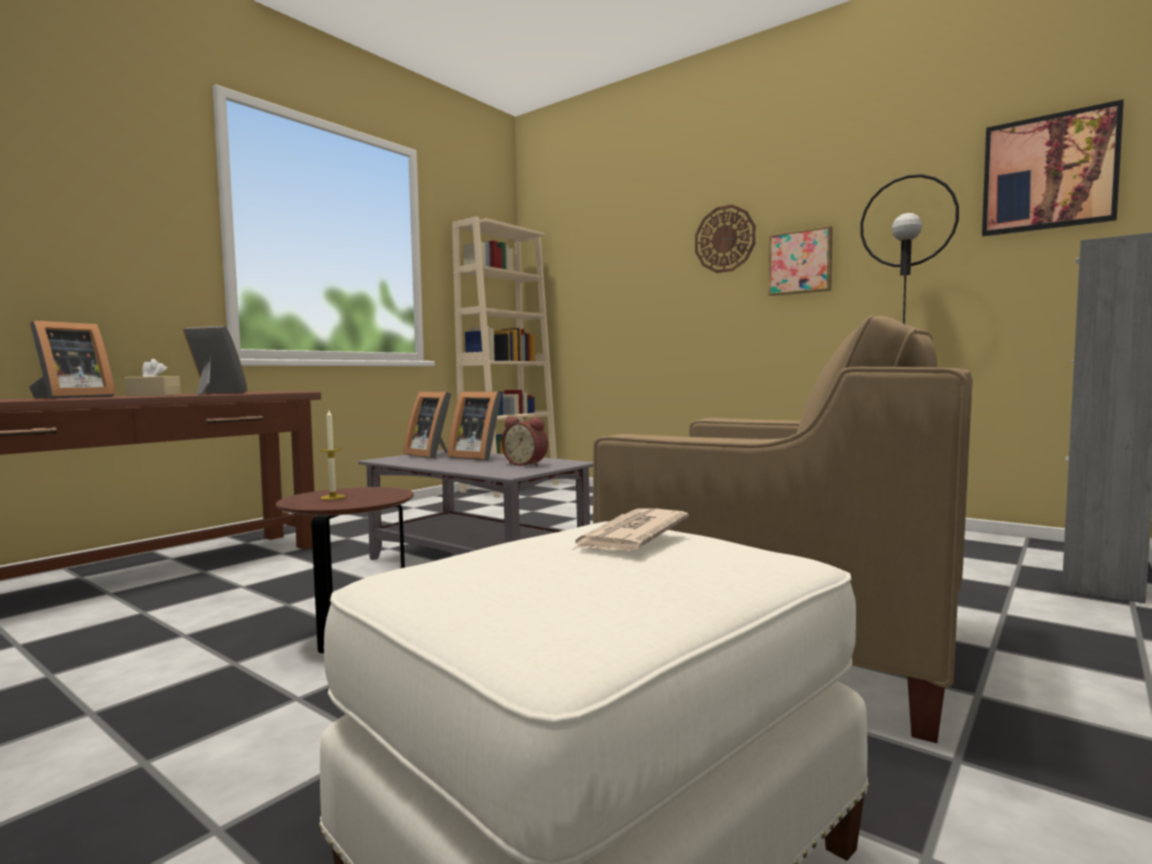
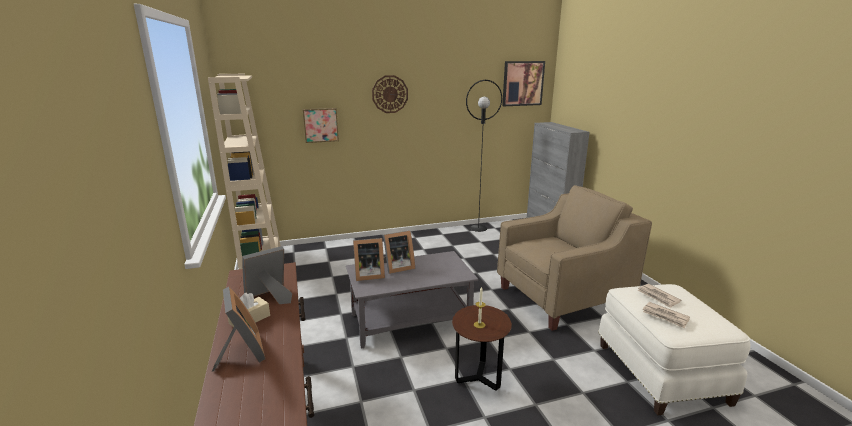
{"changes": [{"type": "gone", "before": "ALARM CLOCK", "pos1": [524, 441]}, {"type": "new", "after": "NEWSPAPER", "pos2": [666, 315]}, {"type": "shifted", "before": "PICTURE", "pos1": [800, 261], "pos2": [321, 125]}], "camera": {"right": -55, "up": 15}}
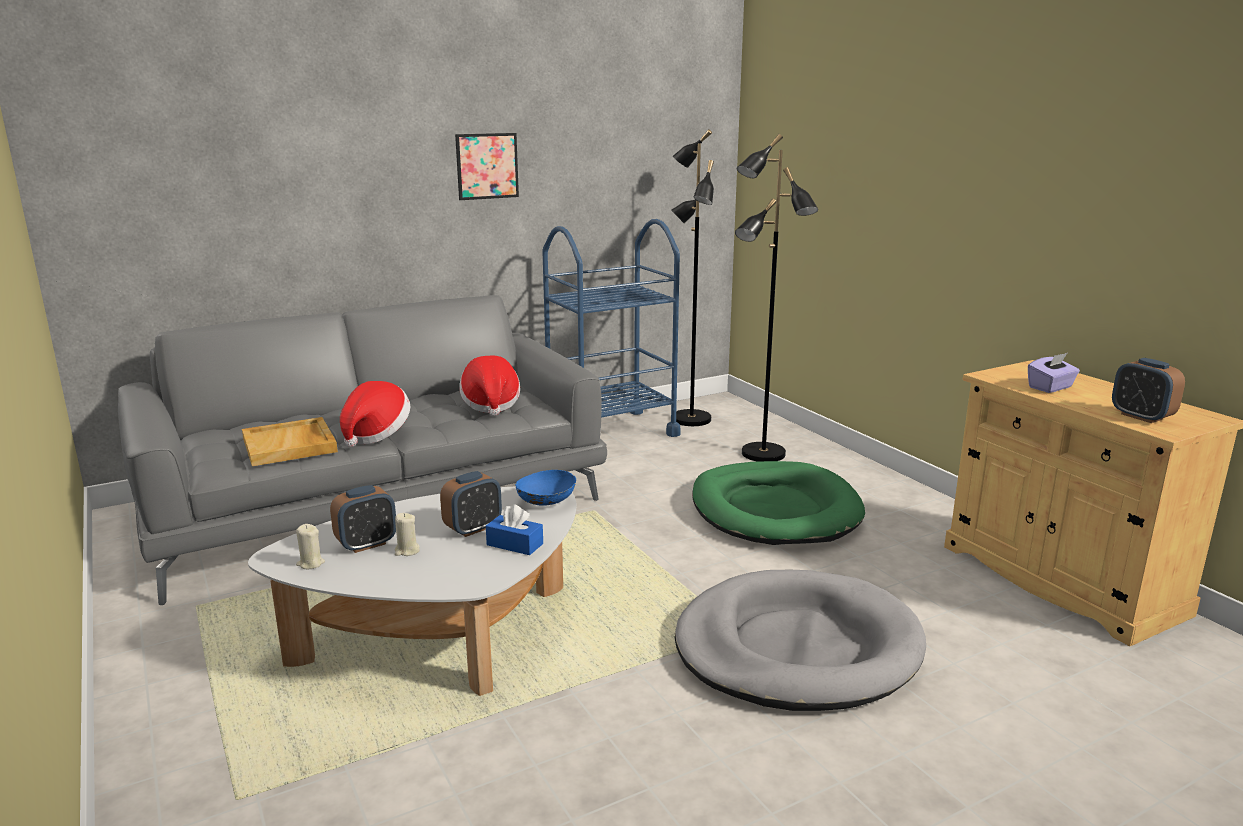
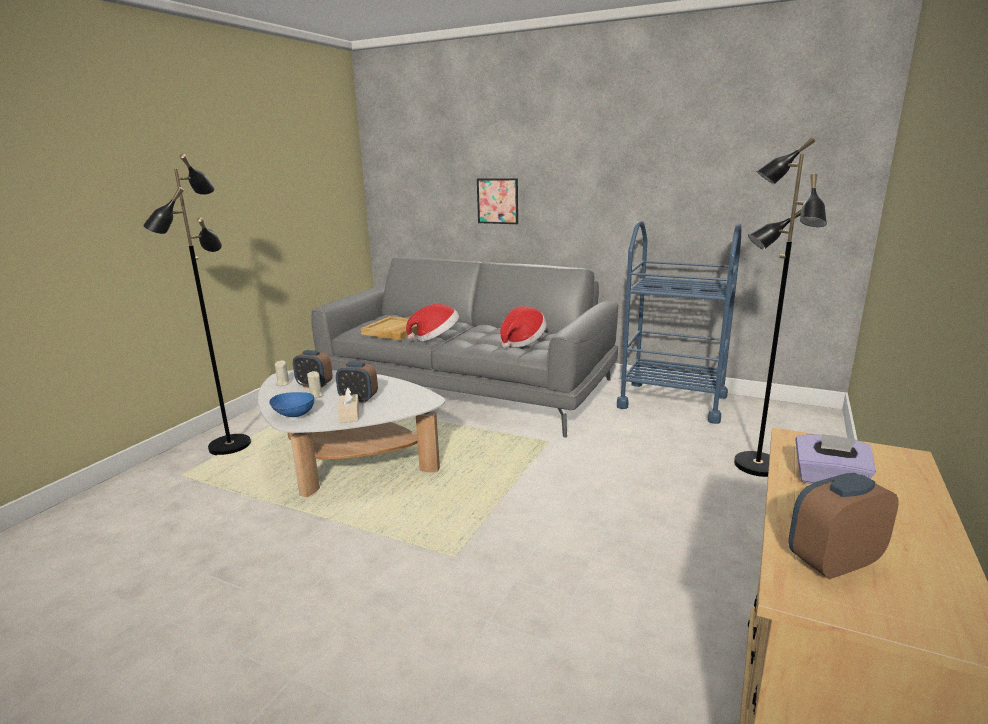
{"changes": [{"type": "gone", "before": "GREY DOG BED", "pos1": [800, 640]}, {"type": "gone", "before": "GREEN DOG BED", "pos1": [778, 503]}, {"type": "shifted", "before": "PICTURE", "pos1": [487, 166], "pos2": [497, 201]}, {"type": "shifted", "before": "BLUE BOWL", "pos1": [545, 488], "pos2": [291, 404]}, {"type": "shifted", "before": "BLACK FLOOR LAMP", "pos1": [692, 277], "pos2": [197, 304]}, {"type": "repainted", "before": "BLUE TISSUE BOX", "after": "BEIGE TISSUE BOX", "pos1": [514, 529], "pos2": [348, 405]}, {"type": "rotated", "before": "ALARM CLOCK", "pos1": [1148, 390], "pos2": [844, 526], "turn": 45}], "camera": {"right": 55, "up": 0}}
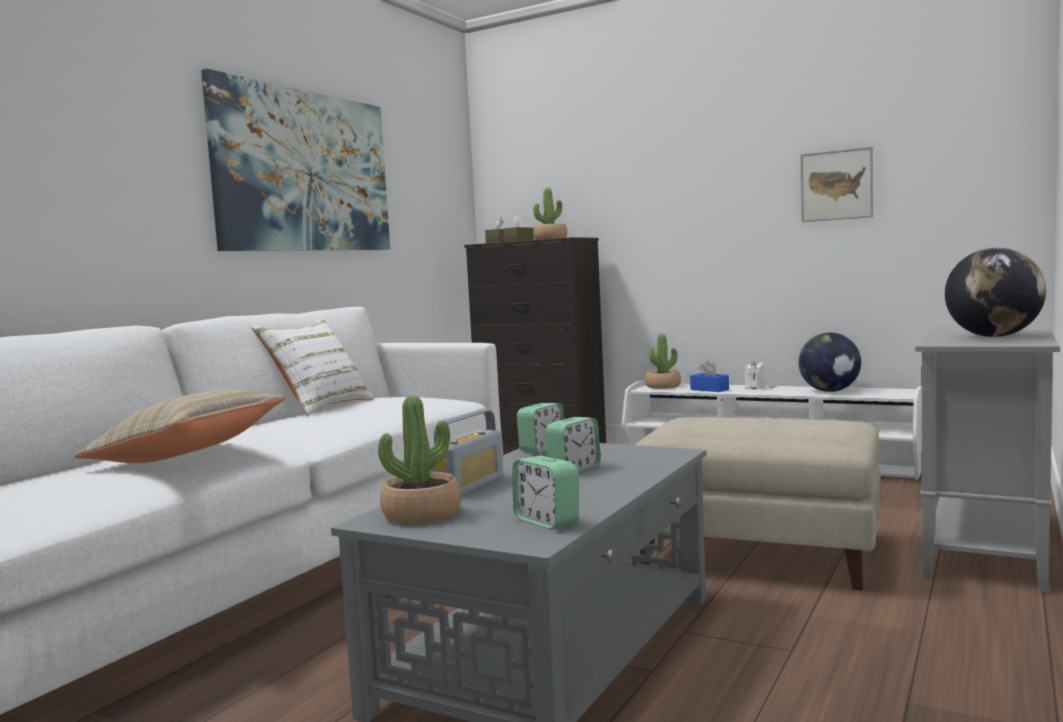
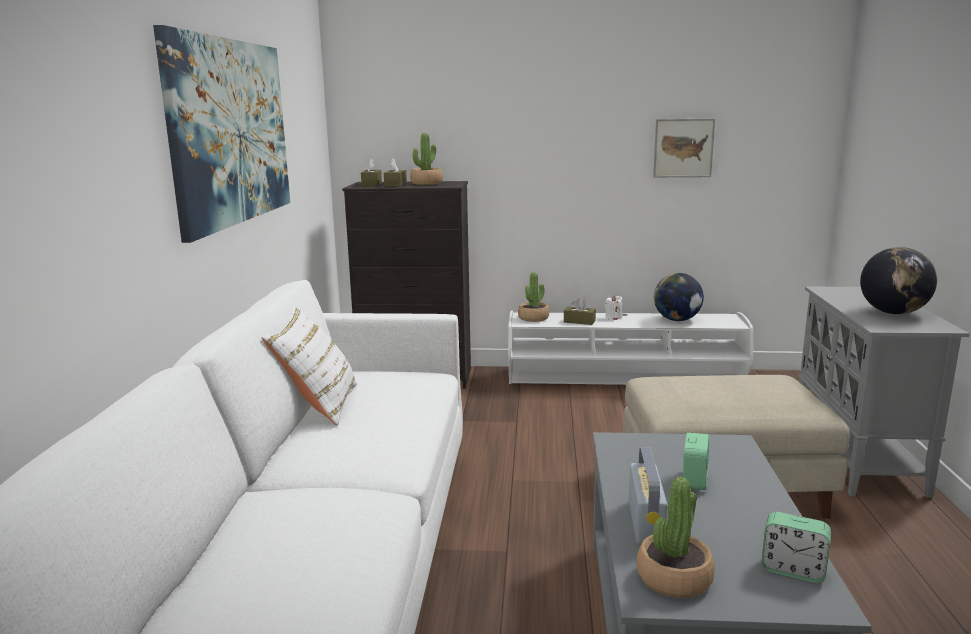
{"changes": [{"type": "gone", "before": "BEIGE PILLOW", "pos1": [180, 426]}, {"type": "gone", "before": "ALARM CLOCK", "pos1": [540, 428]}, {"type": "repainted", "before": "BLUE TISSUE BOX", "after": "BROWN TISSUE BOX", "pos1": [709, 376], "pos2": [580, 311]}], "camera": {"right": -25, "up": 10}}
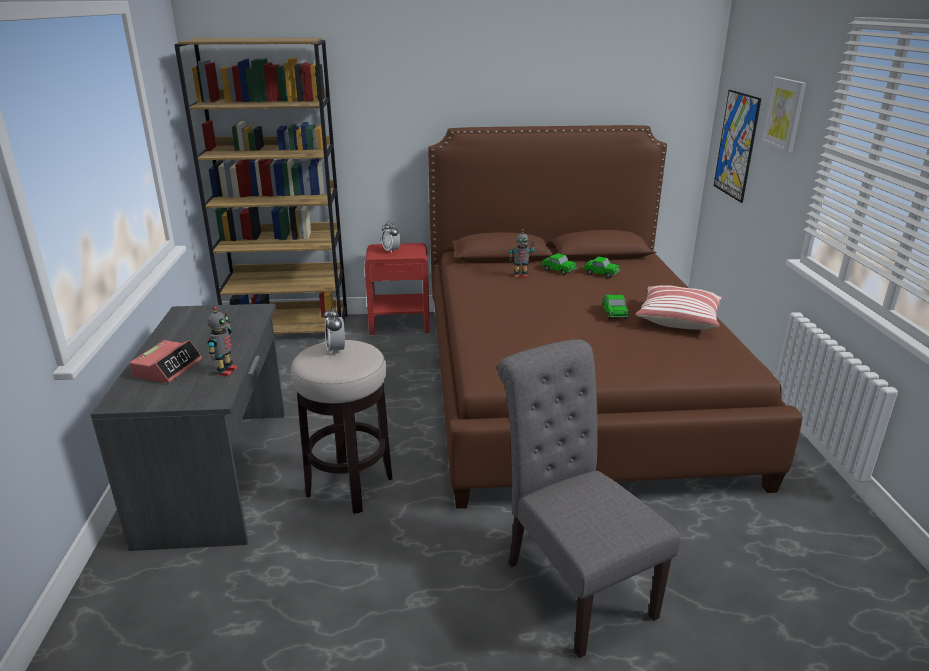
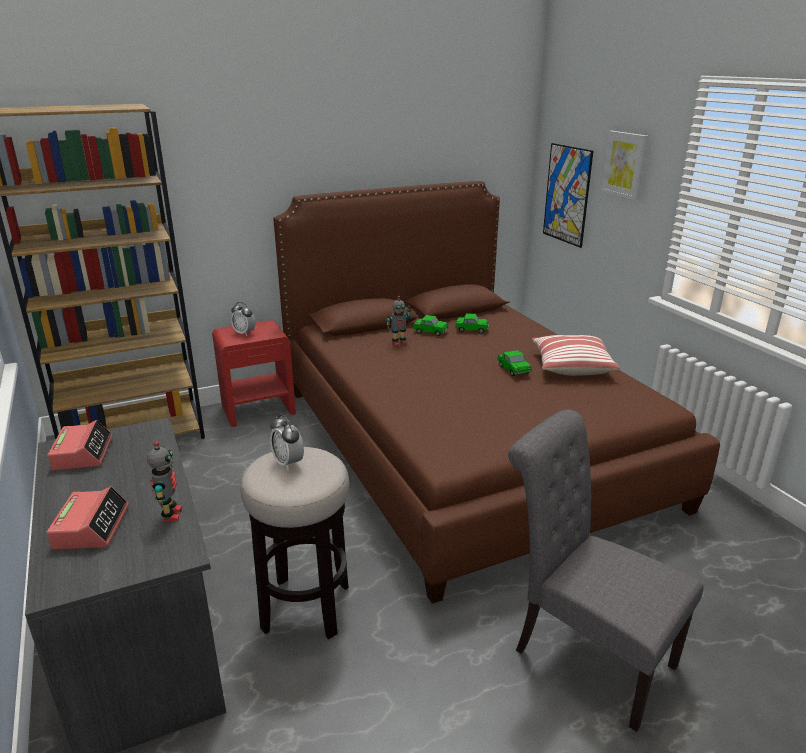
{"changes": [{"type": "new", "after": "ALARM CLOCK", "pos2": [80, 445]}], "camera": {"right": -20, "up": 0}}
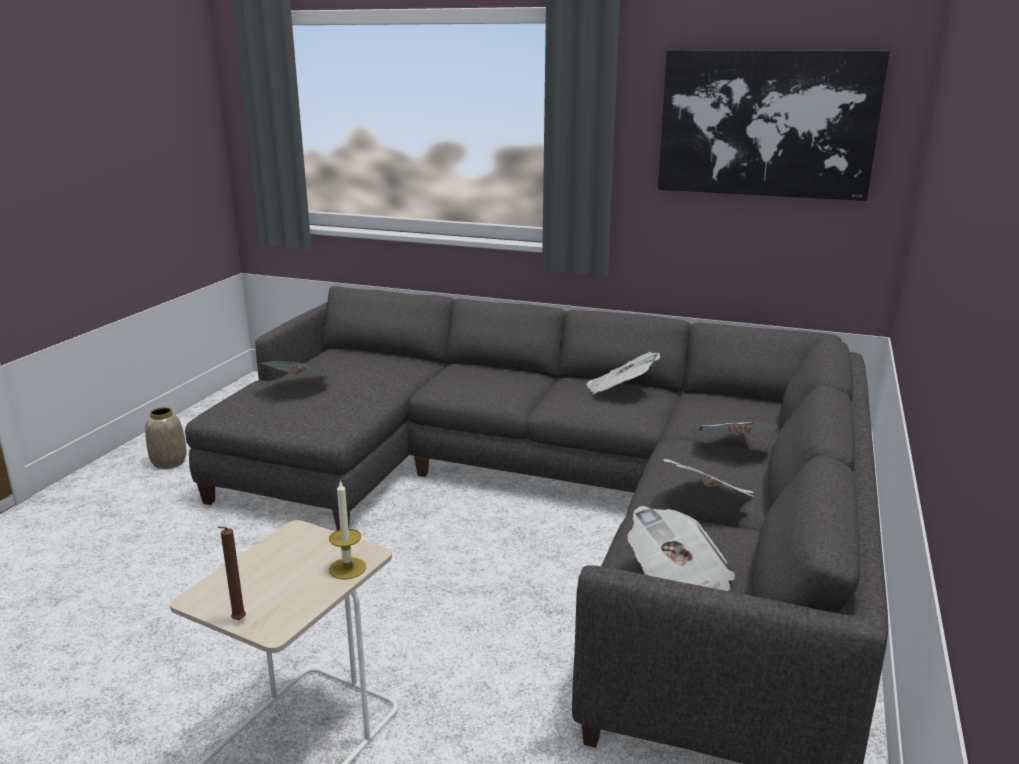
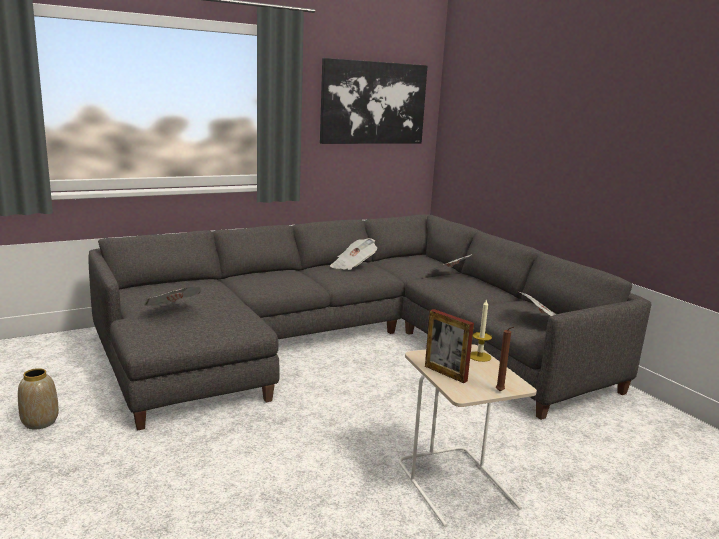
{"changes": [{"type": "gone", "before": "NEWSPAPER", "pos1": [708, 478]}, {"type": "new", "after": "PICTURE FRAME", "pos2": [449, 346]}], "camera": {"right": -50, "up": -5}}
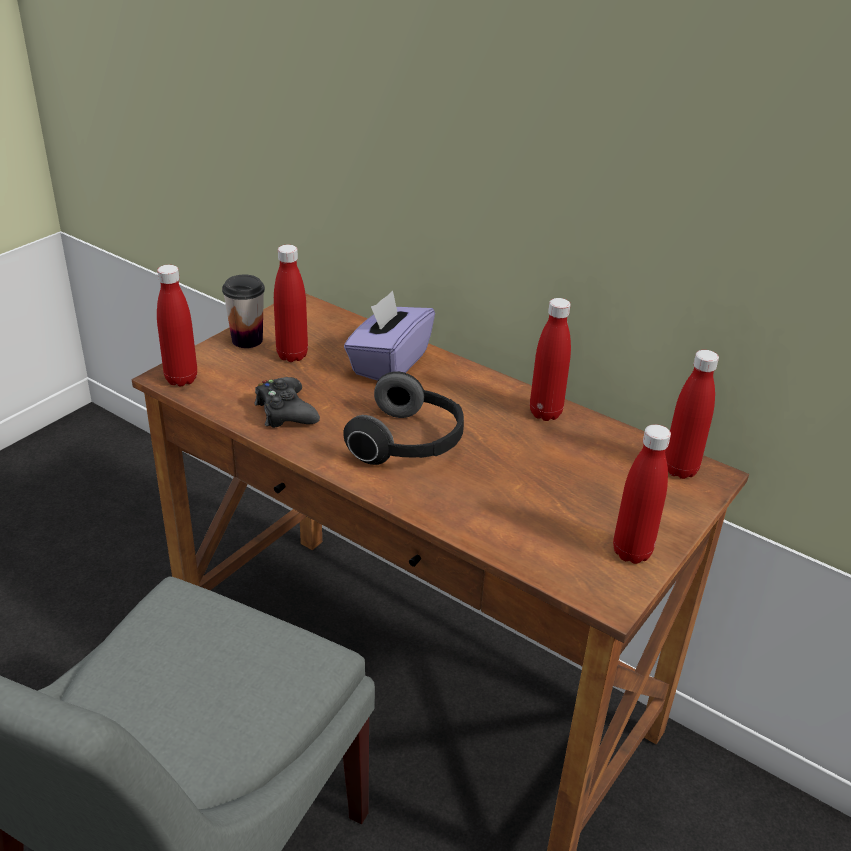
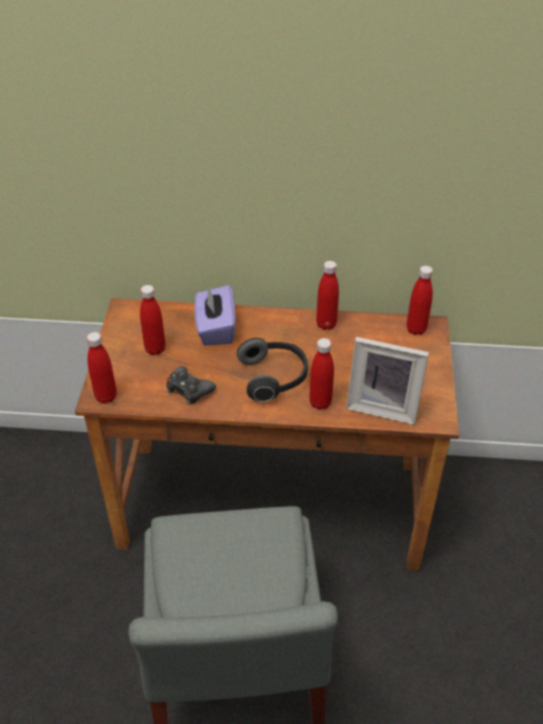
{"changes": [{"type": "gone", "before": "CUP", "pos1": [243, 311]}, {"type": "new", "after": "PICTURE FRAME", "pos2": [387, 381]}, {"type": "shifted", "before": "RED BOTTLE", "pos1": [642, 494], "pos2": [321, 374]}], "camera": {"right": -30, "up": 10}}
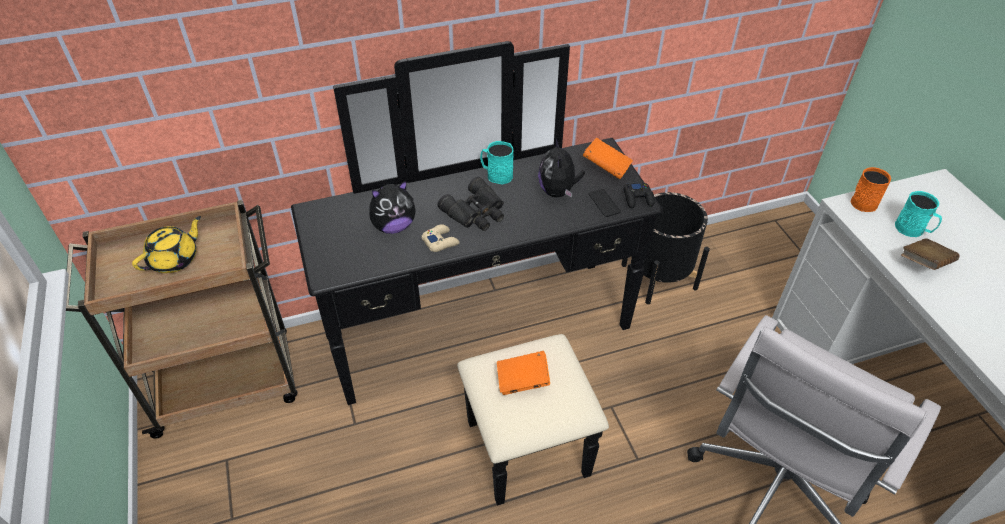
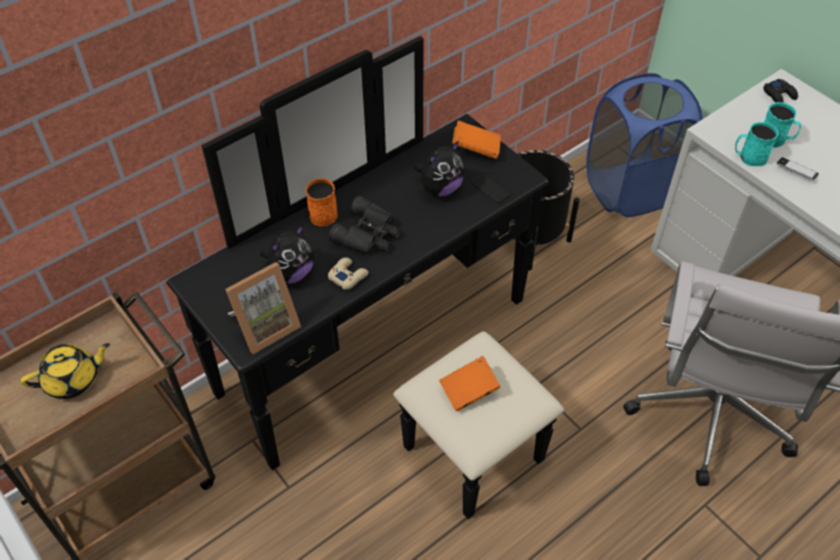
{"changes": [{"type": "new", "after": "PICTURE FRAME", "pos2": [263, 308]}, {"type": "new", "after": "BLUE LAUNDRY BASKET", "pos2": [644, 145]}, {"type": "shifted", "before": "TURQUOISE MUG", "pos1": [497, 163], "pos2": [757, 144]}, {"type": "shifted", "before": "BLACK GAME CONTROLLER", "pos1": [639, 195], "pos2": [781, 91]}, {"type": "shifted", "before": "ORANGE MUG", "pos1": [871, 189], "pos2": [321, 202]}, {"type": "swapped", "before": "BROWN BOOK", "after": "PHONE", "pos1": [930, 254], "pos2": [797, 168]}, {"type": "rotated", "before": "YELLOW TEAPOT", "pos1": [166, 244], "pos2": [65, 371], "turn": 45}, {"type": "rotated", "before": "PLUSH TOY", "pos1": [561, 168], "pos2": [439, 169], "turn": -105}], "camera": {"right": -20, "up": 5}}
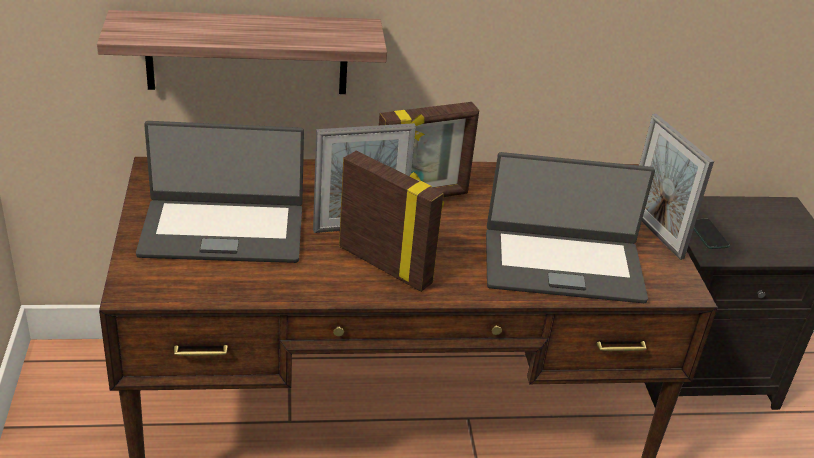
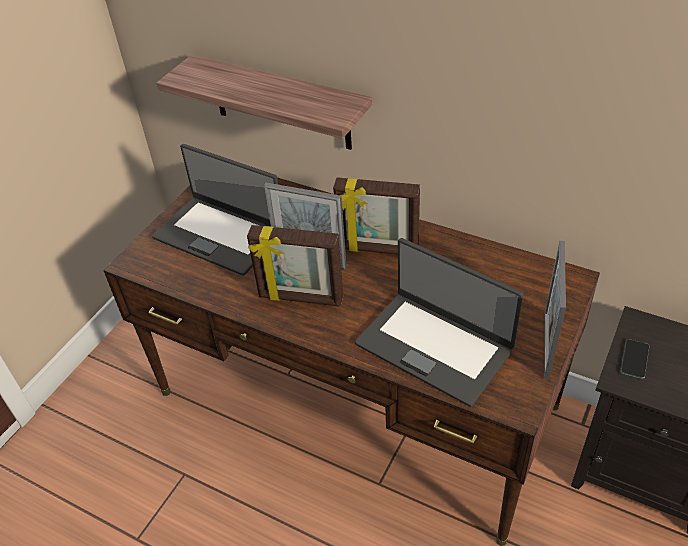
{"changes": [{"type": "rotated", "before": "PICTURE FRAME", "pos1": [391, 221], "pos2": [295, 266], "turn": 120}], "camera": {"right": 40, "up": 10}}
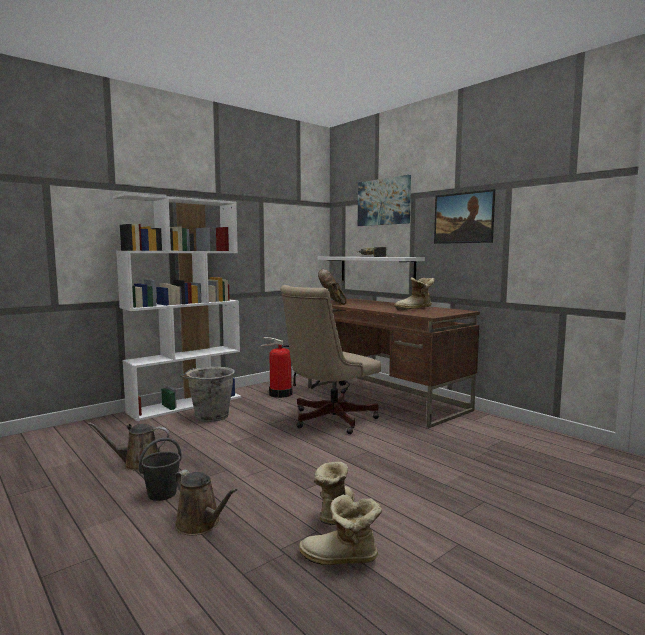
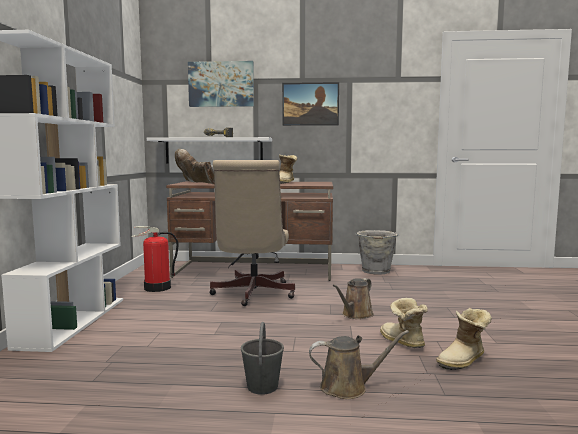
{"changes": [{"type": "shifted", "before": "BROWN WATERING CAN", "pos1": [128, 446], "pos2": [353, 298]}, {"type": "shifted", "before": "GREY BUCKET", "pos1": [207, 394], "pos2": [377, 252]}], "camera": {"right": -45, "up": 0}}
